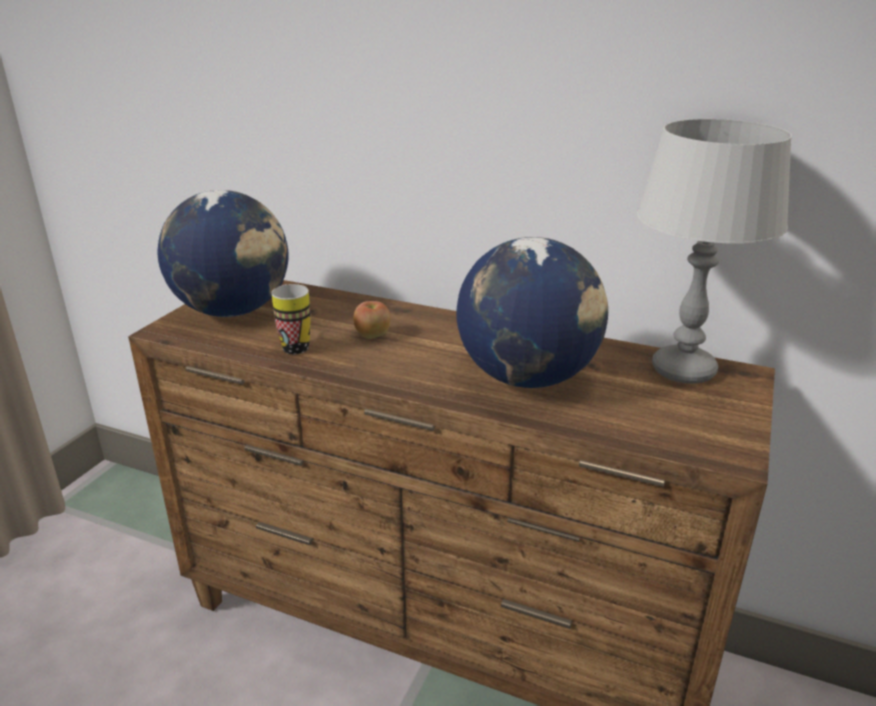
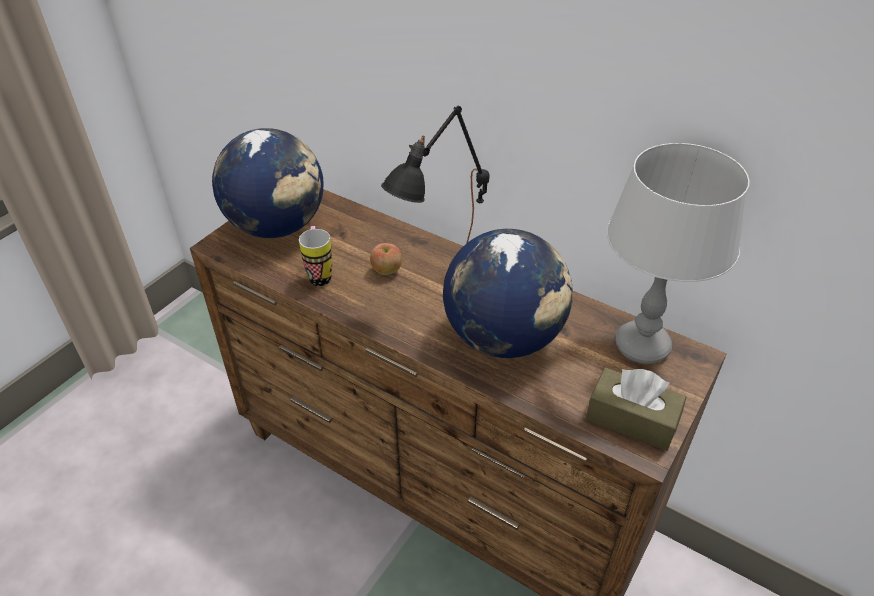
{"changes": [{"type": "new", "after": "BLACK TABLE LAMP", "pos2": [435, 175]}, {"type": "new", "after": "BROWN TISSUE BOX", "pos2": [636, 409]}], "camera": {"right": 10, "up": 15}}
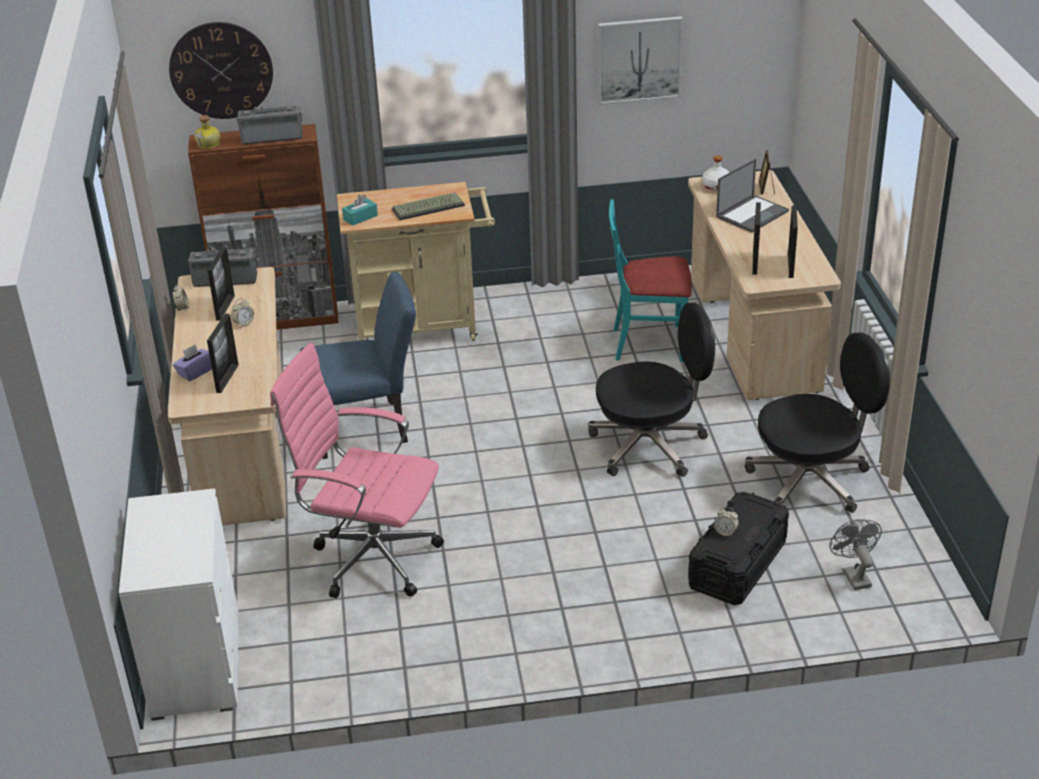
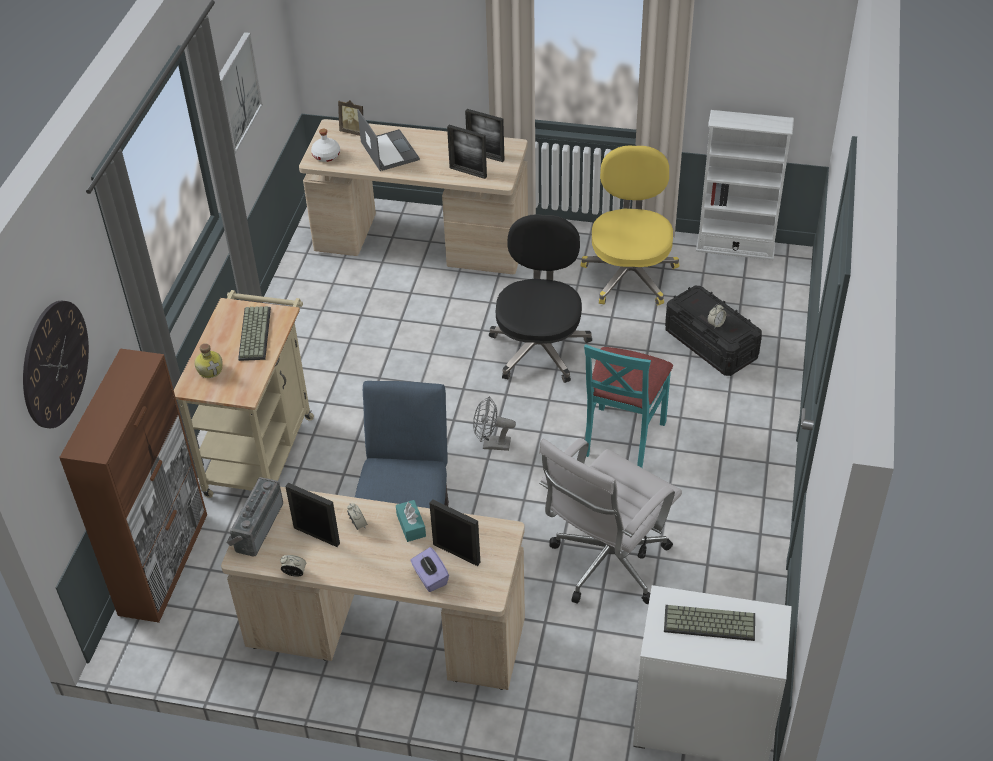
{"changes": [{"type": "gone", "before": "RADIO", "pos1": [269, 125]}, {"type": "new", "after": "KEYBOARD", "pos2": [709, 623]}, {"type": "new", "after": "WHITE BOOKCASE", "pos2": [745, 185]}, {"type": "shifted", "before": "BOTTLE", "pos1": [207, 132], "pos2": [208, 360]}, {"type": "shifted", "before": "TURQUOISE TISSUE BOX", "pos1": [360, 210], "pos2": [411, 521]}, {"type": "shifted", "before": "TURQUOISE CHAIR", "pos1": [650, 280], "pos2": [628, 406]}, {"type": "shifted", "before": "GREY FAN", "pos1": [856, 554], "pos2": [494, 423]}, {"type": "repainted", "before": "PINK OFFICE CHAIR", "after": "WHITE OFFICE CHAIR", "pos1": [357, 470], "pos2": [610, 521]}, {"type": "repainted", "before": "BLACK OFFICE CHAIR", "after": "YELLOW OFFICE CHAIR", "pos1": [817, 422], "pos2": [630, 225]}], "camera": {"right": -70, "up": 10}}
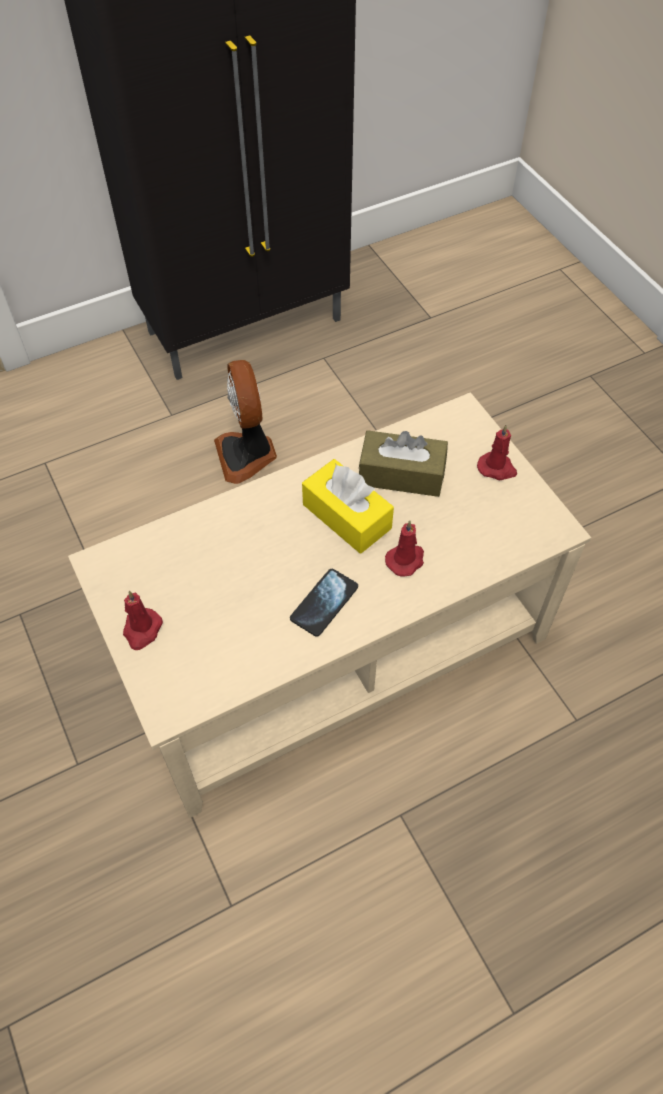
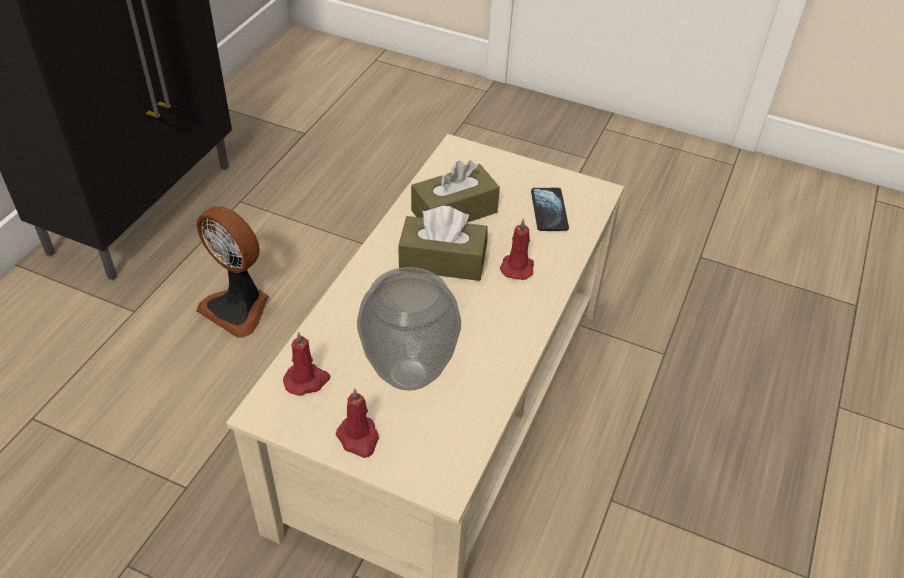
{"changes": [{"type": "new", "after": "VASE", "pos2": [409, 329]}, {"type": "shifted", "before": "PHONE", "pos1": [324, 603], "pos2": [550, 209]}, {"type": "shifted", "before": "RED CANDLE", "pos1": [497, 452], "pos2": [306, 363]}, {"type": "repainted", "before": "YELLOW TISSUE BOX", "after": "BROWN TISSUE BOX", "pos1": [348, 506], "pos2": [443, 243]}], "camera": {"right": -40, "up": -10}}
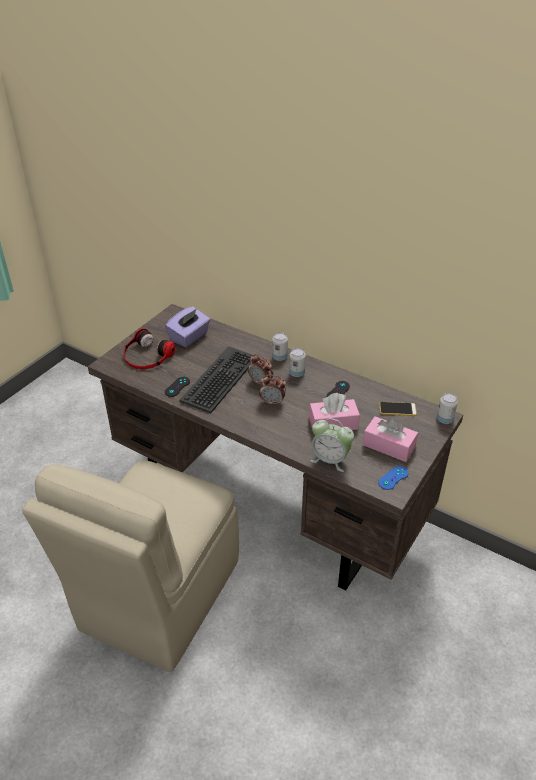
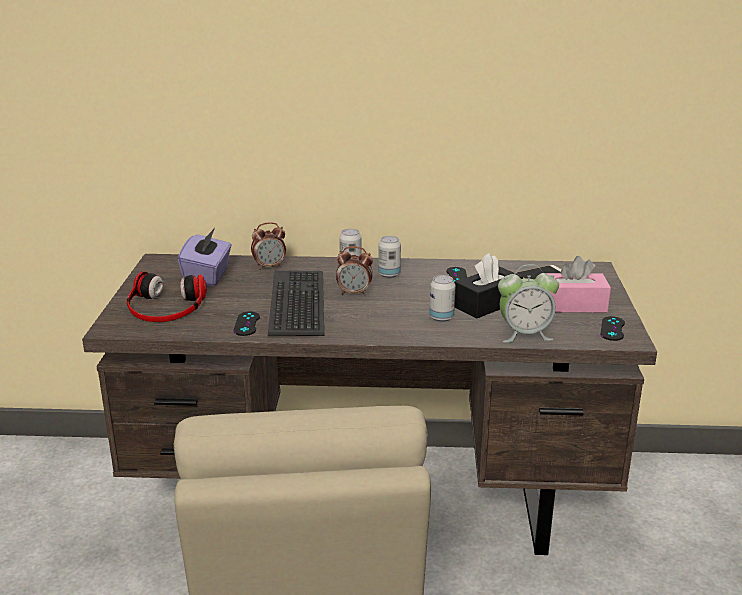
{"changes": [{"type": "shifted", "before": "ALARM CLOCK", "pos1": [272, 390], "pos2": [268, 246]}, {"type": "shifted", "before": "CAN", "pos1": [447, 408], "pos2": [442, 298]}, {"type": "repainted", "before": "PINK TISSUE BOX", "after": "BLACK TISSUE BOX", "pos1": [334, 413], "pos2": [488, 285]}, {"type": "repainted", "before": "BLUE GAME CONTROLLER", "after": "BLACK GAME CONTROLLER", "pos1": [393, 478], "pos2": [612, 328]}], "camera": {"right": -30, "up": -15}}
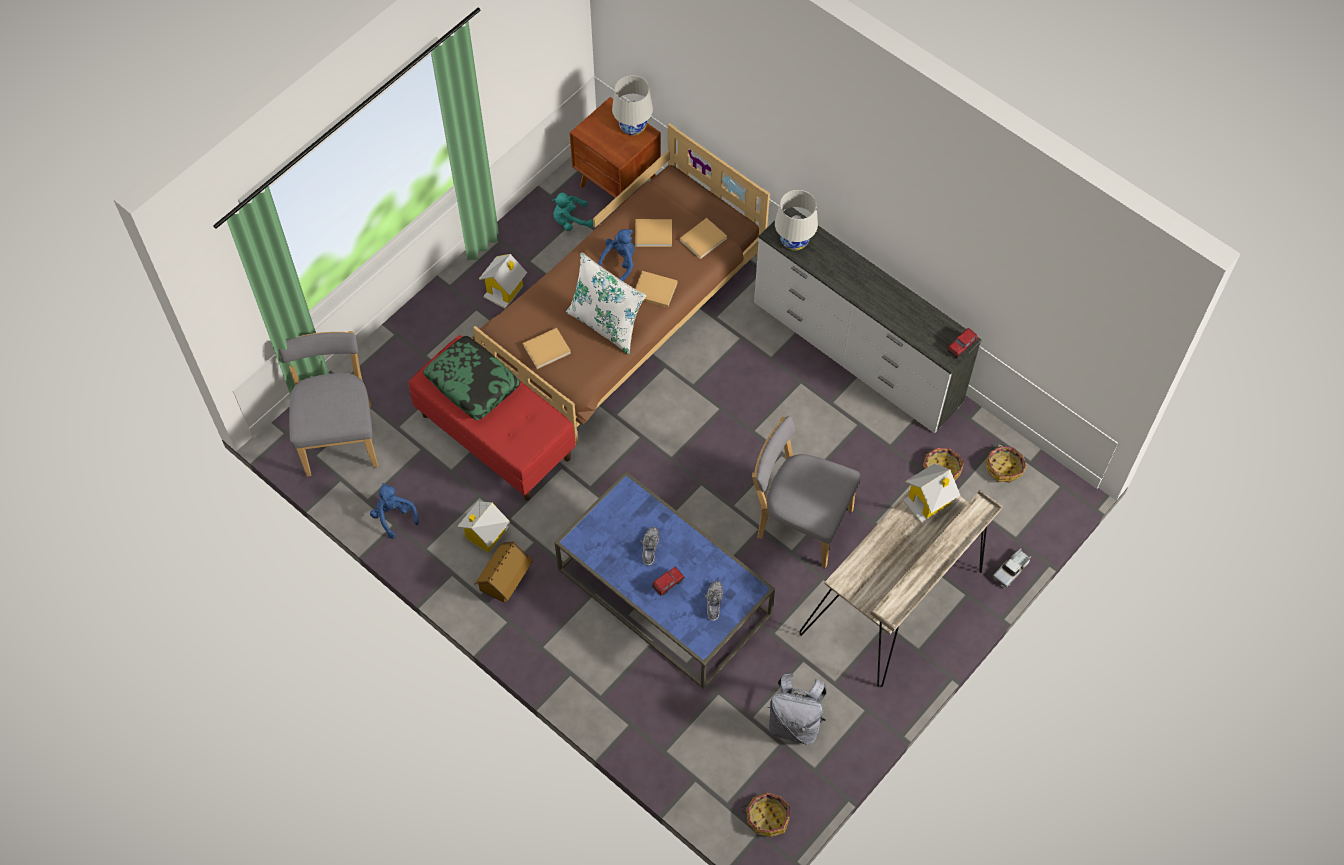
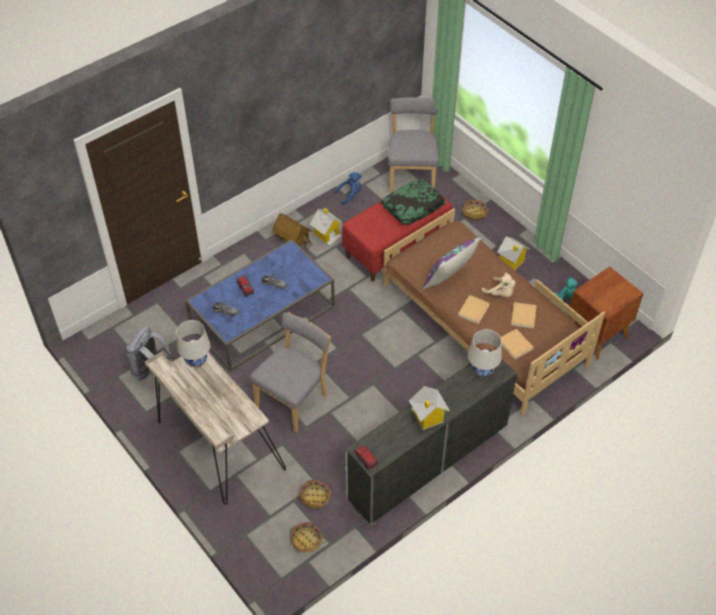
{"changes": [{"type": "gone", "before": "BEIGE BOOK", "pos1": [547, 348]}, {"type": "gone", "before": "TOY TRUCK", "pos1": [1012, 568]}, {"type": "shifted", "before": "WHITE TABLE LAMP", "pos1": [632, 105], "pos2": [193, 343]}, {"type": "shifted", "before": "BASKET", "pos1": [765, 814], "pos2": [475, 210]}, {"type": "shifted", "before": "TOY HOUSE", "pos1": [931, 493], "pos2": [429, 408]}, {"type": "repainted", "before": "WHITE PILLOW", "after": "PURPLE PILLOW", "pos1": [606, 303], "pos2": [451, 263]}, {"type": "repainted", "before": "BLUE PLUSH TOY", "after": "BEIGE PLUSH TOY", "pos1": [616, 255], "pos2": [498, 285]}, {"type": "rotated", "before": "GREY CHAIR", "pos1": [328, 404], "pos2": [413, 145], "turn": -90}], "camera": {"right": 100, "up": -10}}
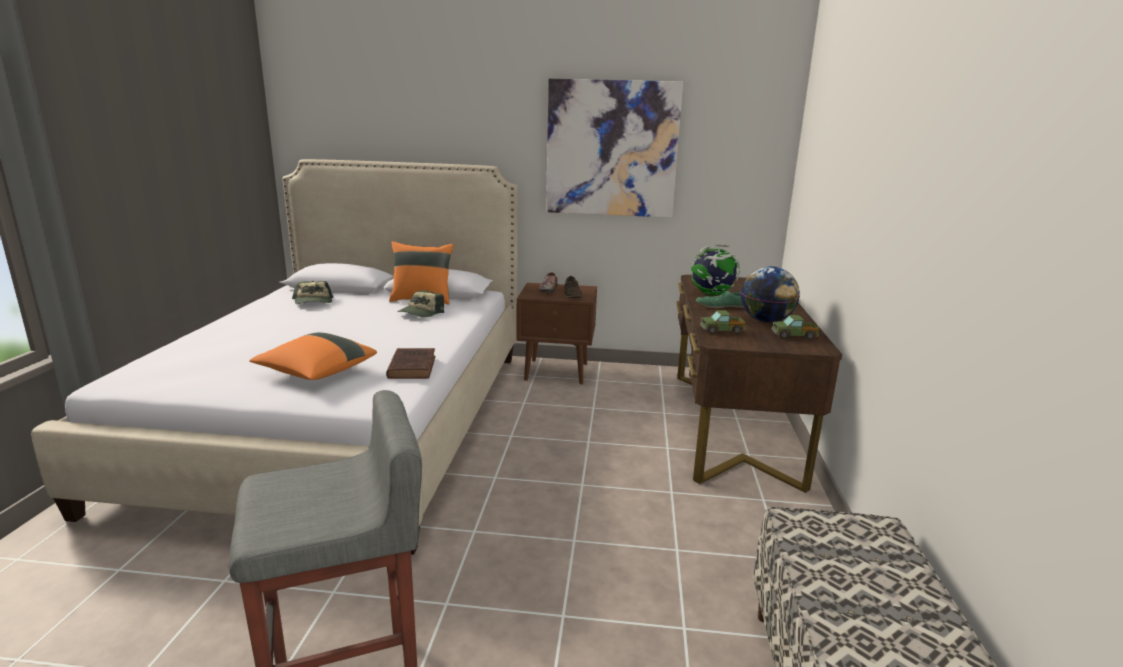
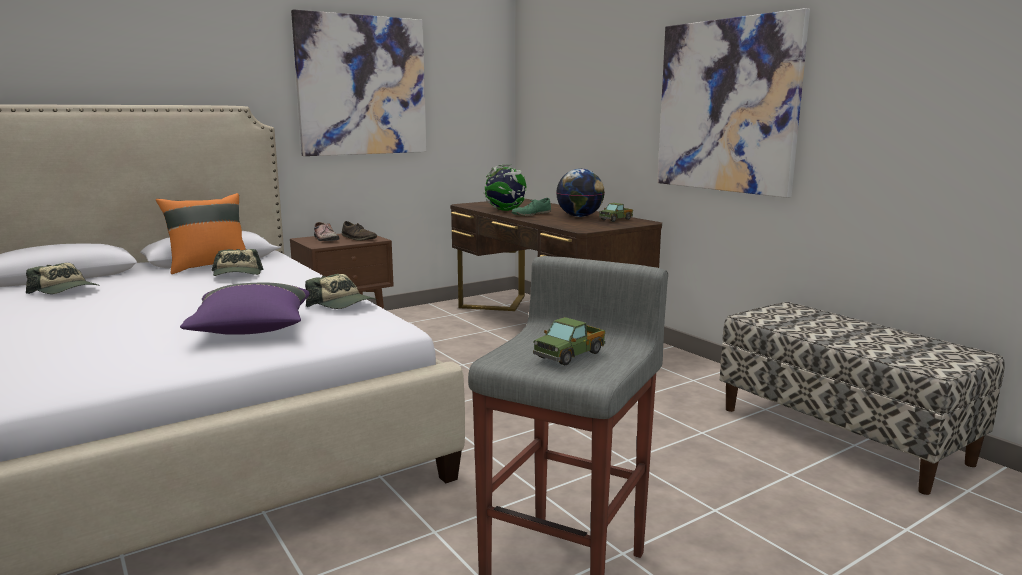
{"changes": [{"type": "new", "after": "PICTURE", "pos2": [733, 103]}, {"type": "shifted", "before": "TOY TRUCK", "pos1": [723, 322], "pos2": [569, 341]}, {"type": "swapped", "before": "BROWN BOOK", "after": "CAP", "pos1": [411, 363], "pos2": [341, 291]}, {"type": "repainted", "before": "ORANGE PILLOW", "after": "PURPLE PILLOW", "pos1": [313, 356], "pos2": [245, 308]}], "camera": {"right": -40, "up": -5}}
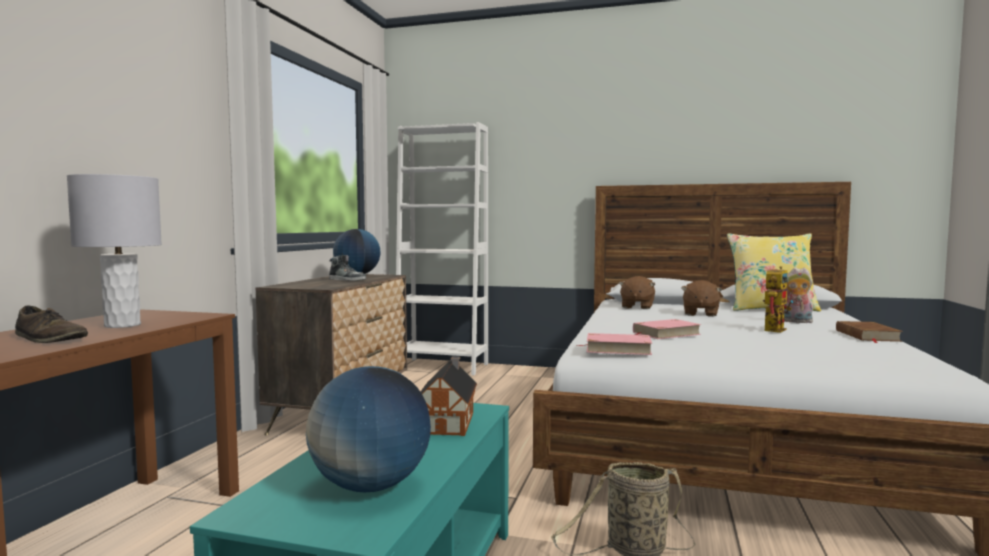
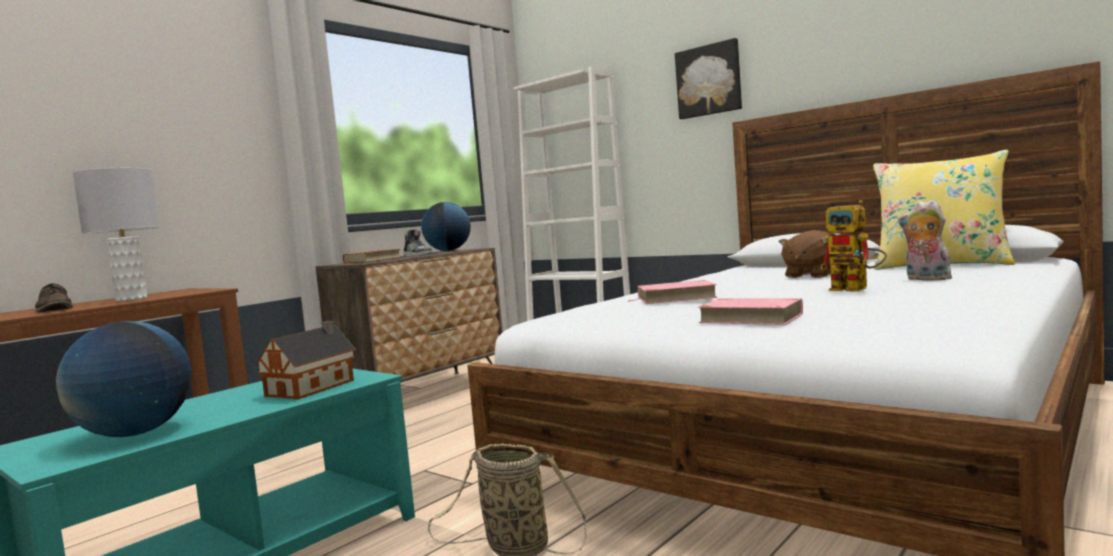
{"changes": [{"type": "gone", "before": "BROWN PLUSH TOY", "pos1": [637, 292]}, {"type": "new", "after": "PICTURE", "pos2": [708, 78]}, {"type": "shifted", "before": "PINK BOOK", "pos1": [614, 344], "pos2": [750, 311]}, {"type": "shifted", "before": "BROWN BOOK", "pos1": [869, 332], "pos2": [372, 256]}, {"type": "rotated", "before": "TOY ROBOT", "pos1": [778, 299], "pos2": [853, 246], "turn": 75}], "camera": {"right": 25, "up": 0}}
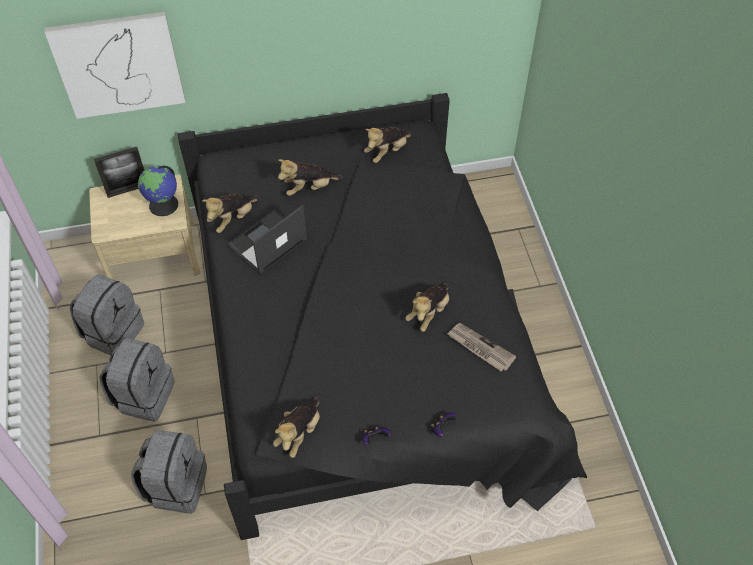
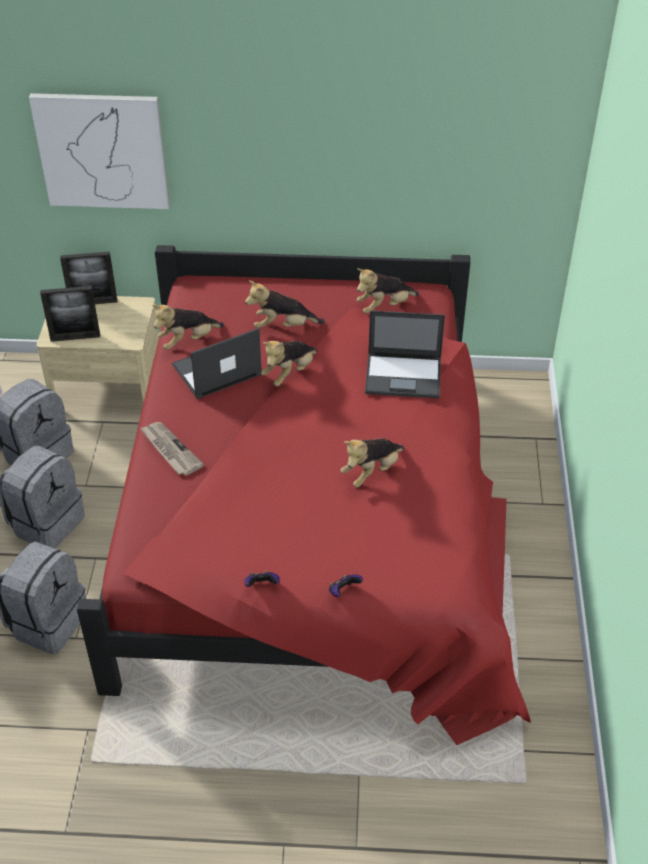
{"changes": [{"type": "gone", "before": "GLOBE", "pos1": [158, 190]}, {"type": "new", "after": "PICTURE FRAME", "pos2": [70, 314]}, {"type": "new", "after": "LAPTOP", "pos2": [405, 354]}, {"type": "shifted", "before": "PLUSH TOY", "pos1": [296, 427], "pos2": [289, 363]}, {"type": "shifted", "before": "NEWSPAPER", "pos1": [481, 347], "pos2": [172, 449]}, {"type": "repainted", "before": "BLACK BED", "after": "RED BED", "pos1": [382, 316], "pos2": [304, 495]}], "camera": {"right": 15, "up": -10}}
